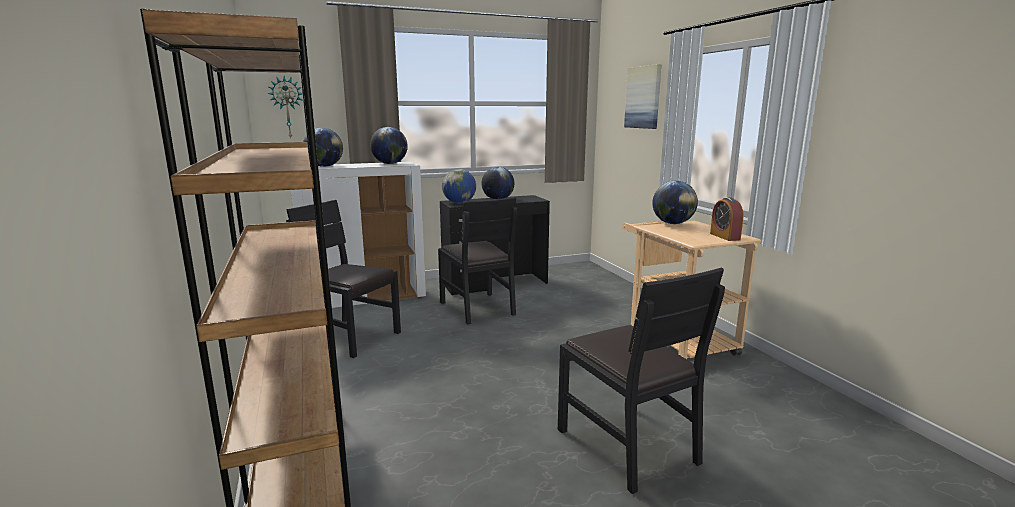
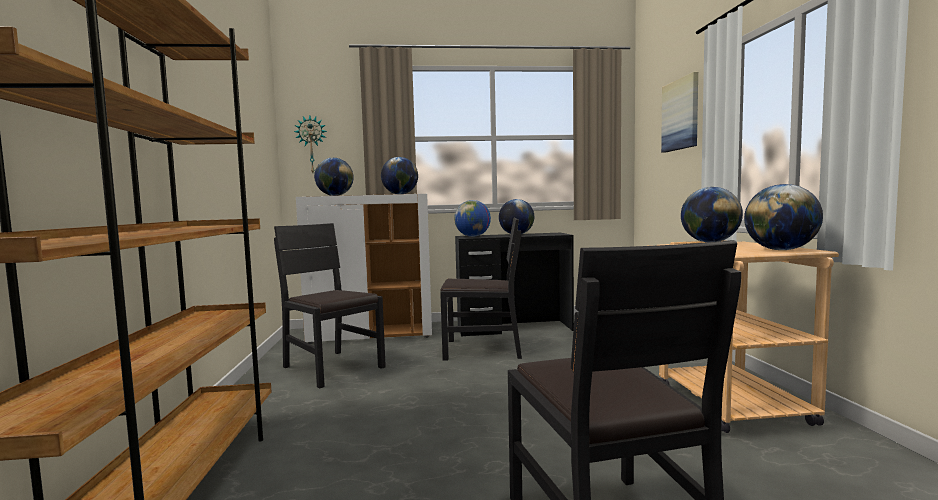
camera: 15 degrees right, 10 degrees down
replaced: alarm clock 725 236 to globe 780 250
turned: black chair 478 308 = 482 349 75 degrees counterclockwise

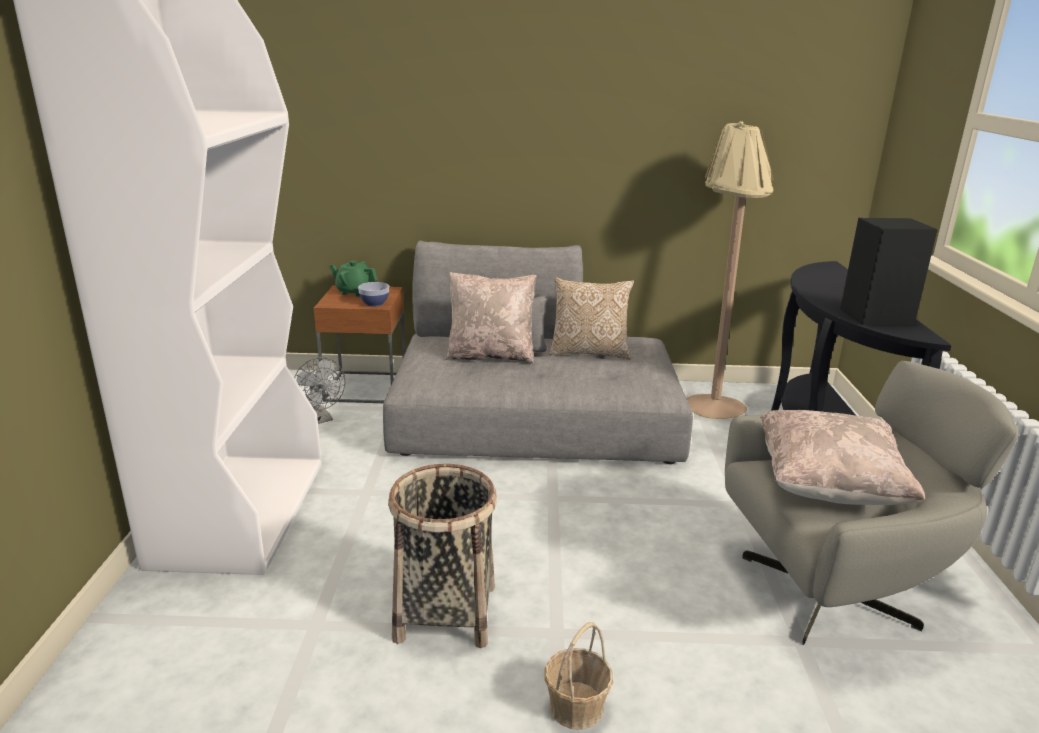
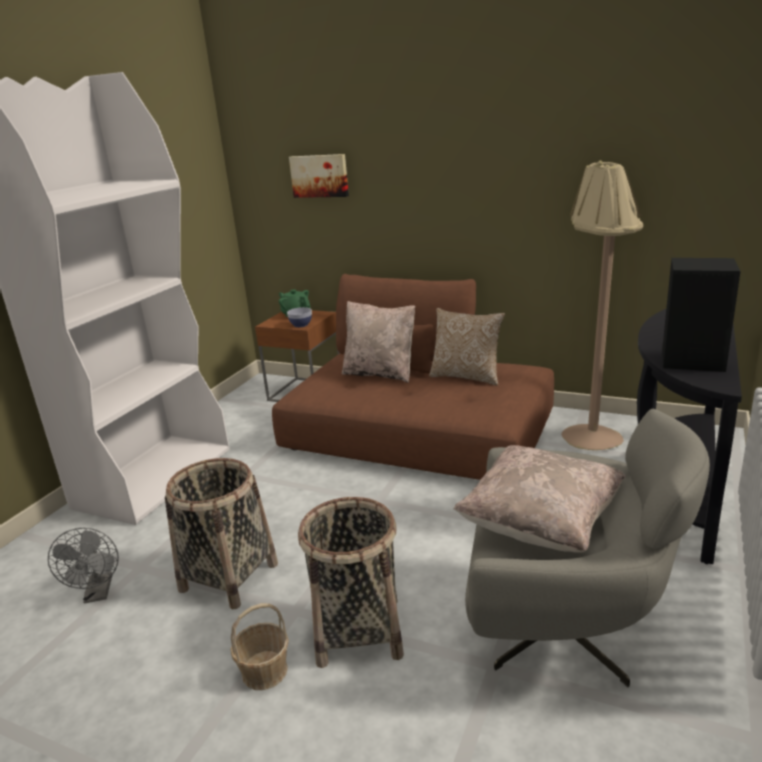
camera: 25 degrees right, 0 degrees up
added: picture 320 176; basket 358 632
moved: grey fan 321 419 to 98 594
recoloured: grey sofa 536 417 to brown sofa 419 430

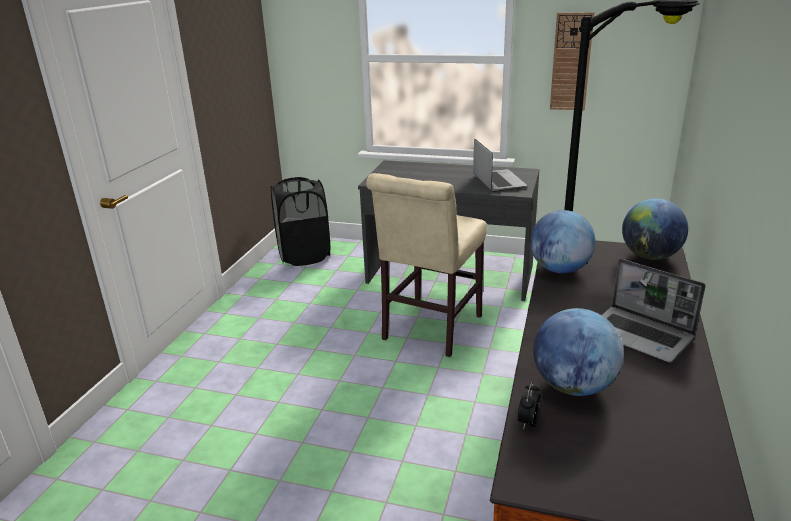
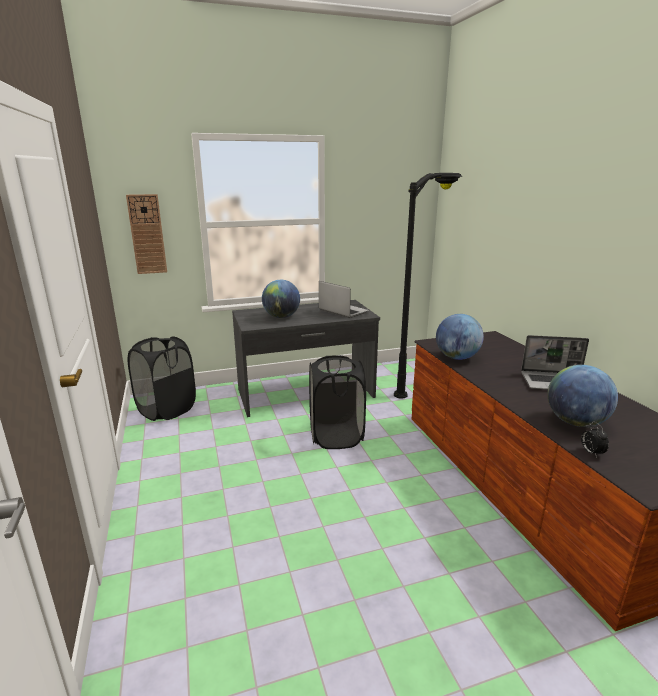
camera: 35 degrees left, 5 degrees down
moved: wall clock 571 62 to 147 234; globe 650 256 to 281 317
replaced: beige chair 429 330 to black laundry basket 336 436

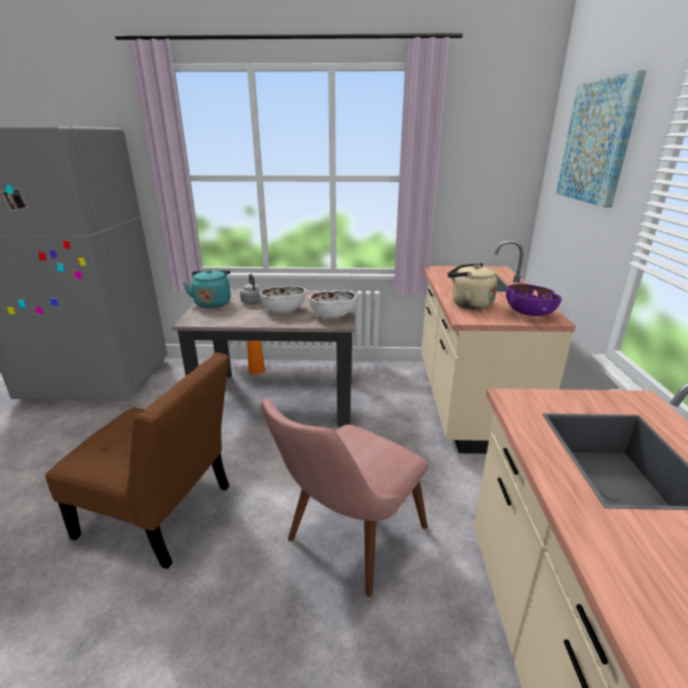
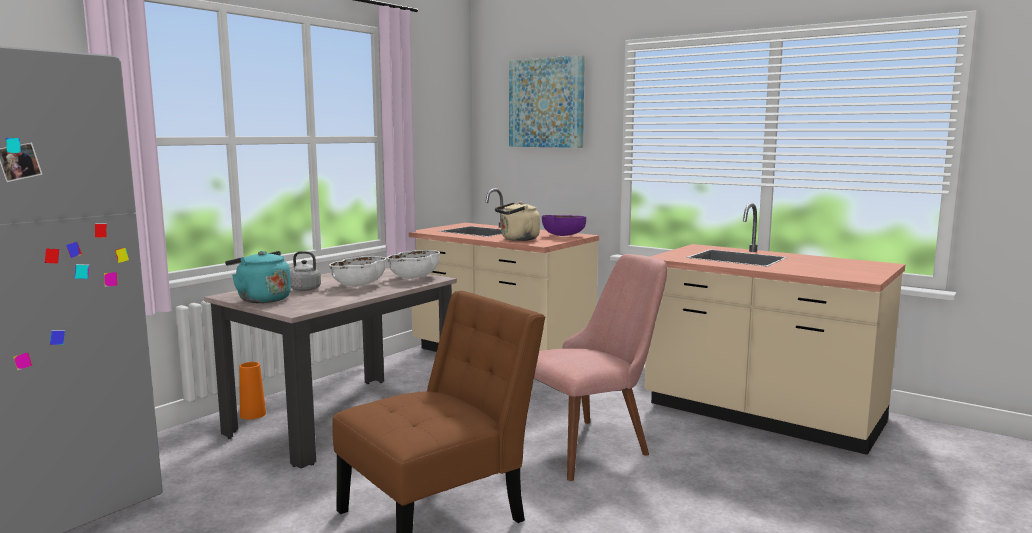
camera: 55 degrees left, 15 degrees down
turned: pink chair 347 543 = 592 443 105 degrees counterclockwise

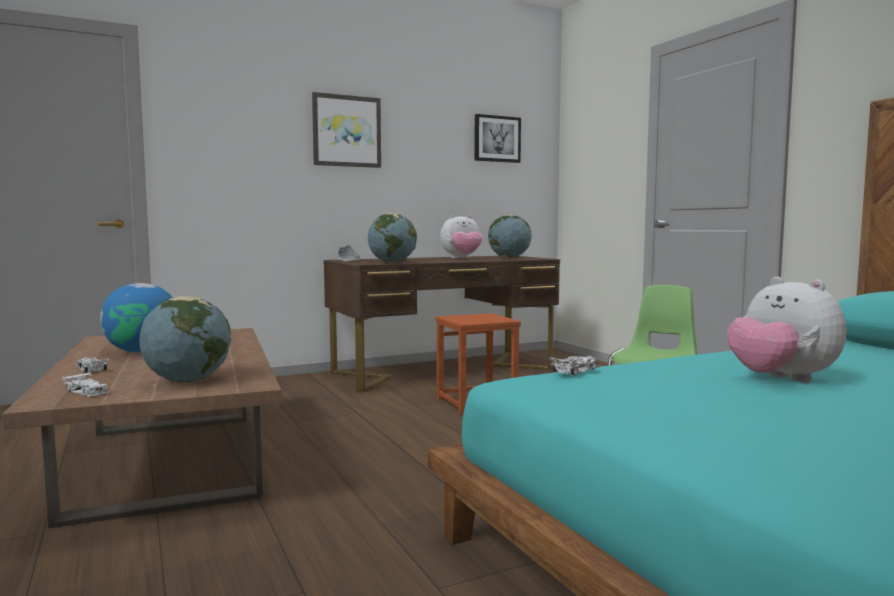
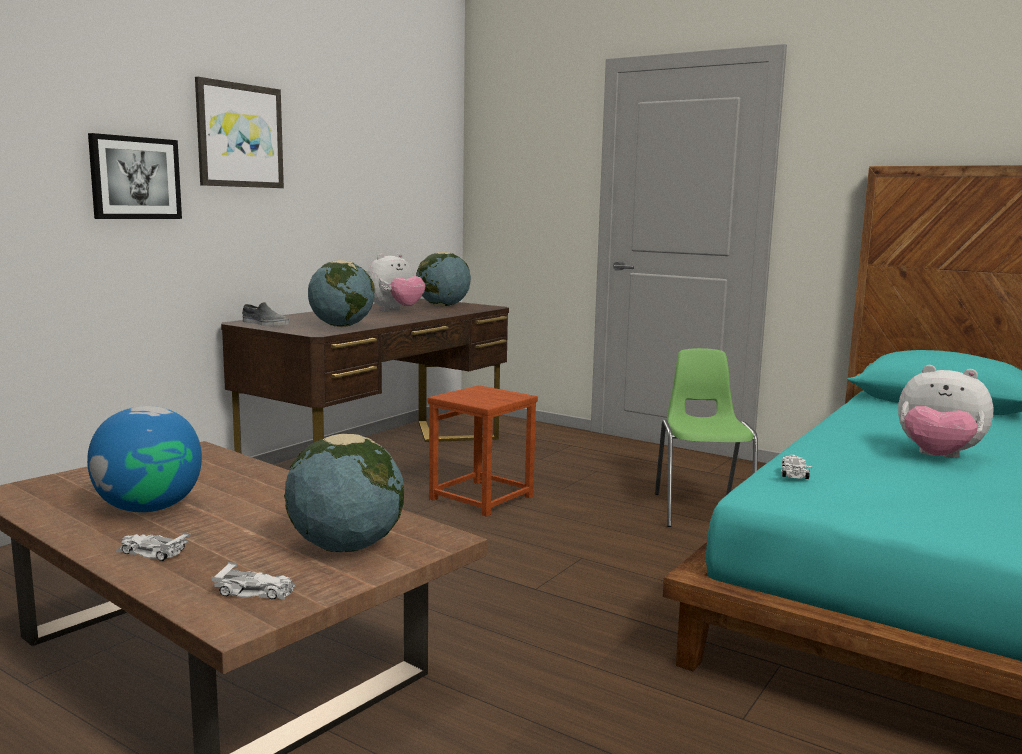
camera: 30 degrees left, 5 degrees up
moved: picture 496 139 to 135 178

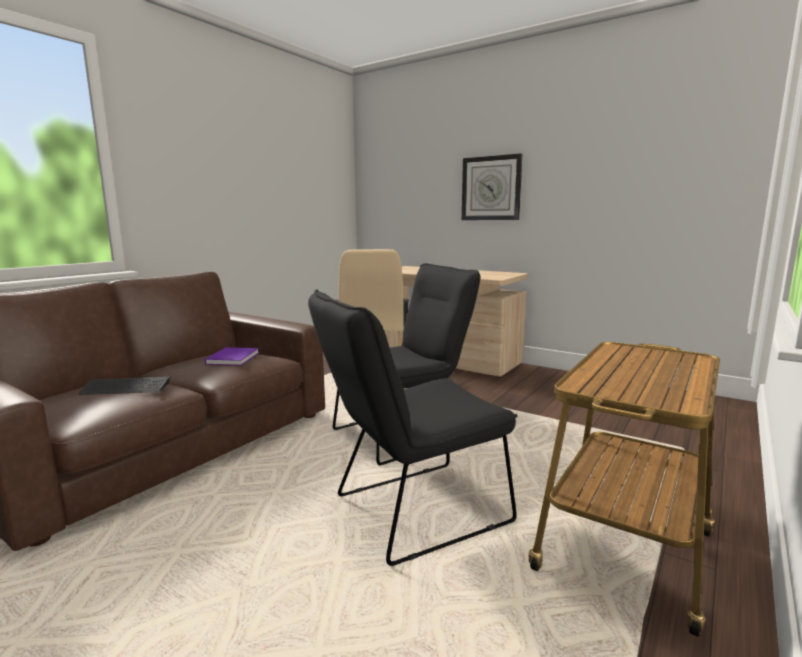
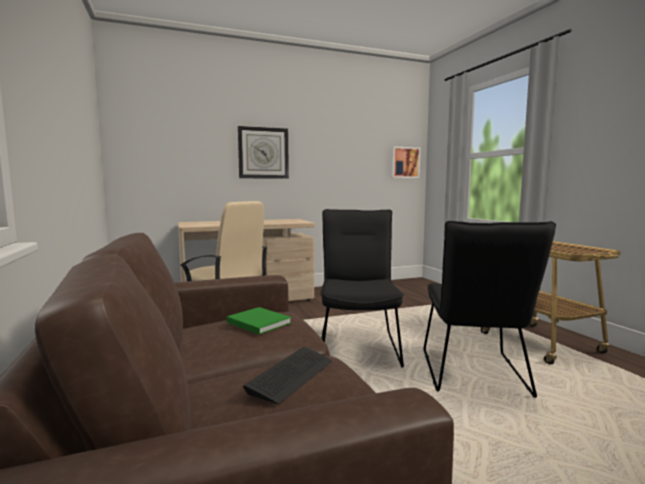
camera: 55 degrees left, 5 degrees down
added: picture 404 162
recoloured: purple book 234 358 to green book 257 322

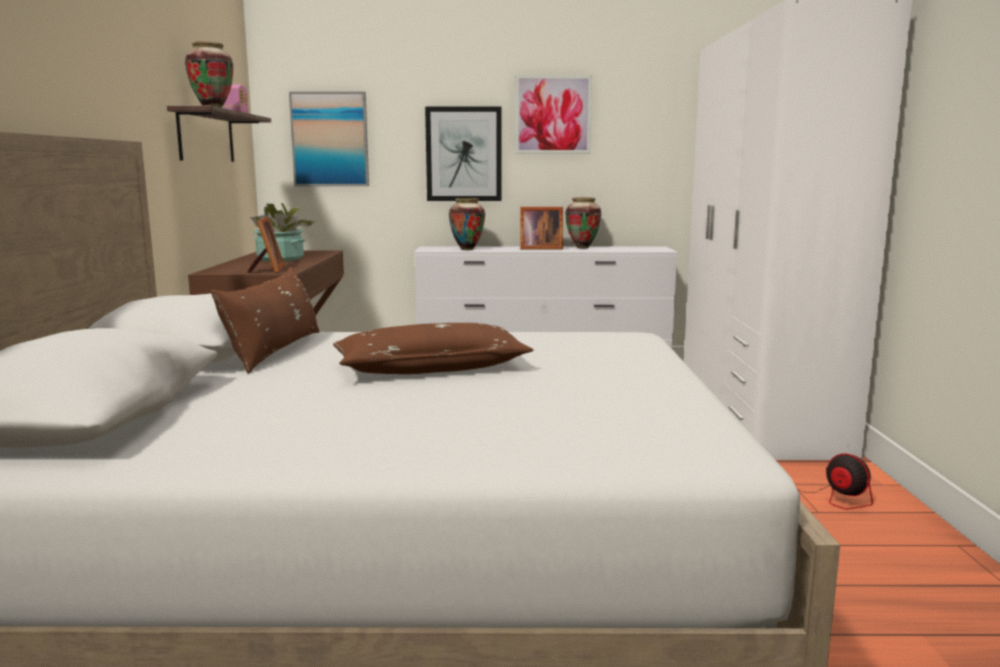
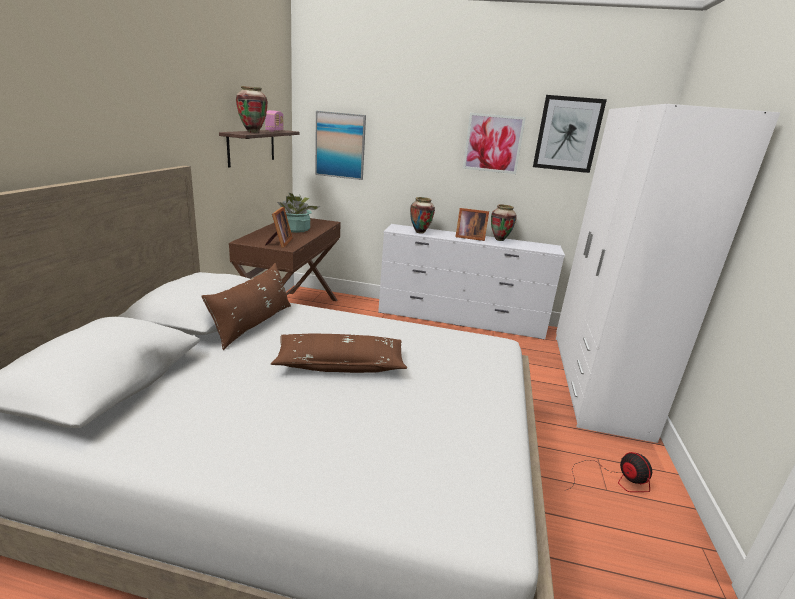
camera: 10 degrees right, 10 degrees up
moved: picture 464 154 to 567 134

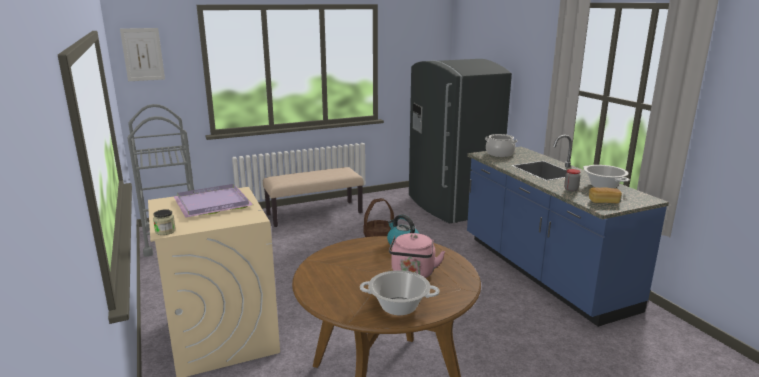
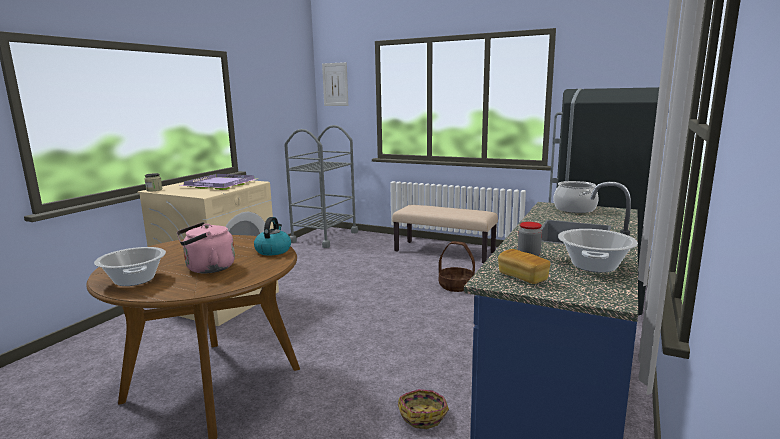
camera: 50 degrees right, 5 degrees down
added: basket 423 415

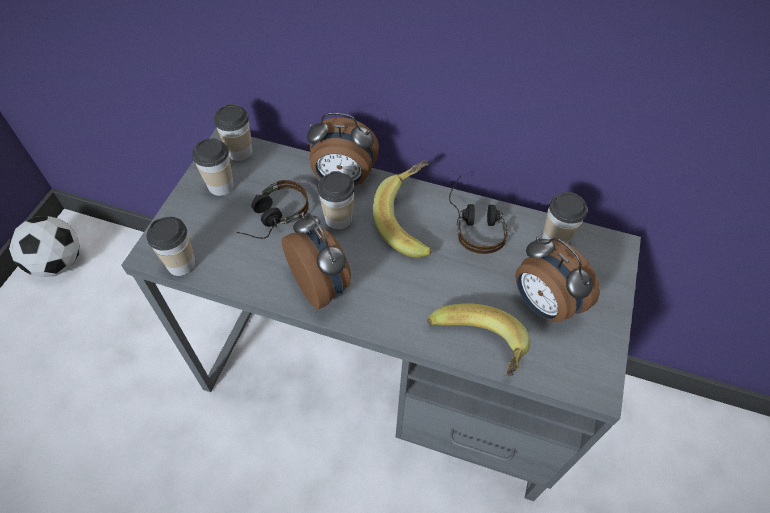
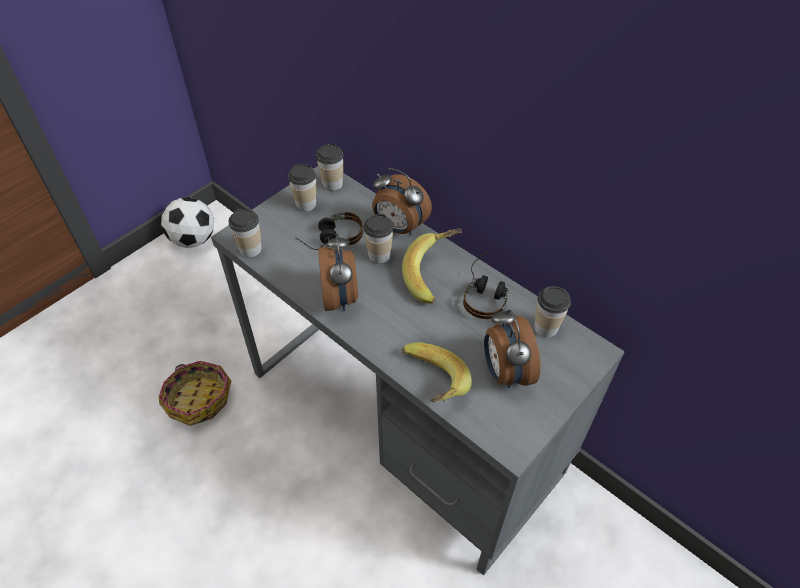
camera: 25 degrees right, 5 degrees down
added: basket 199 398

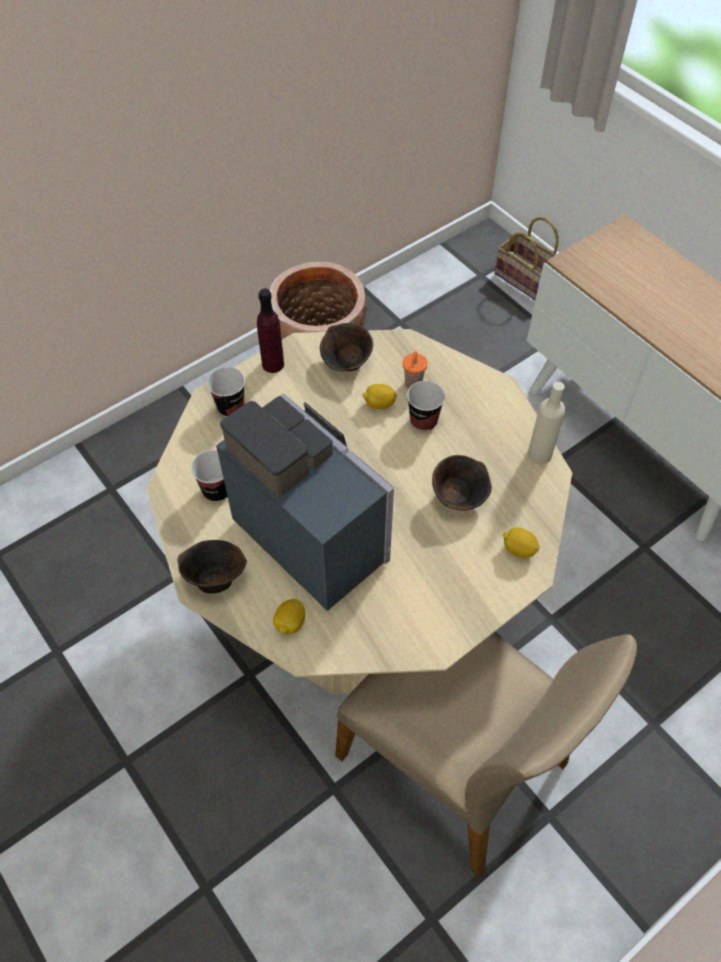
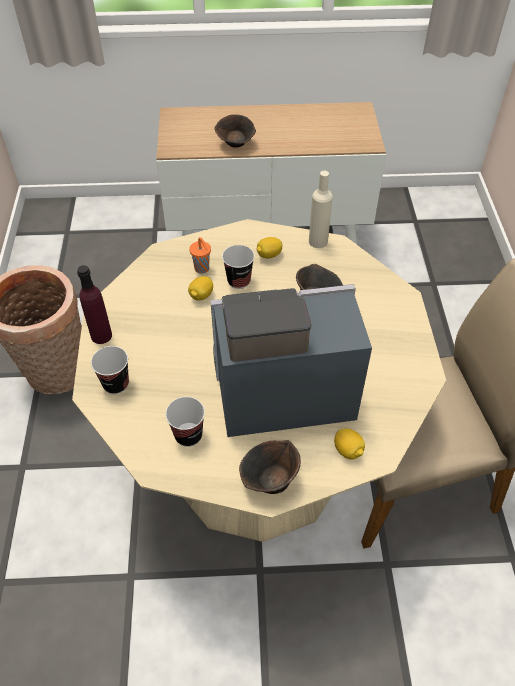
camera: 55 degrees left, 5 degrees down
removed: basket 528 281
moved: brown bowl 347 363 to 236 144; lemon 518 549 to 269 255

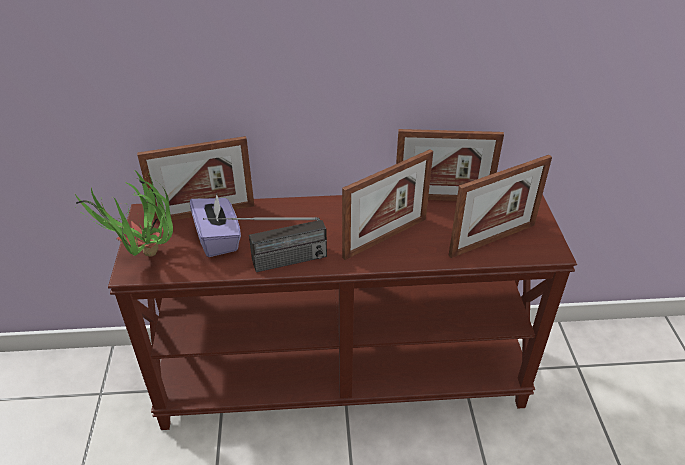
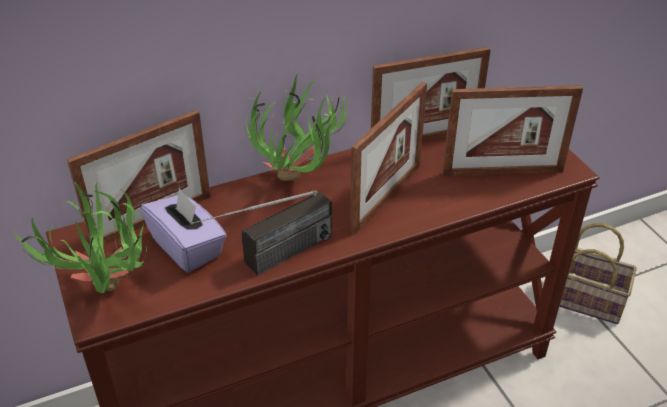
camera: 20 degrees left, 0 degrees up
added: potted plant 299 184; basket 586 299
turned: picture frame 492 240 = 502 172 45 degrees clockwise

